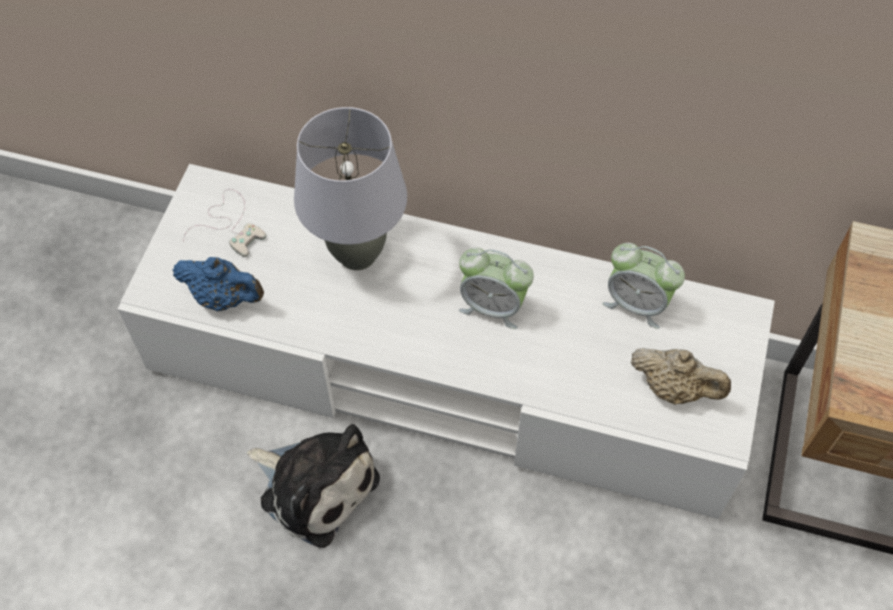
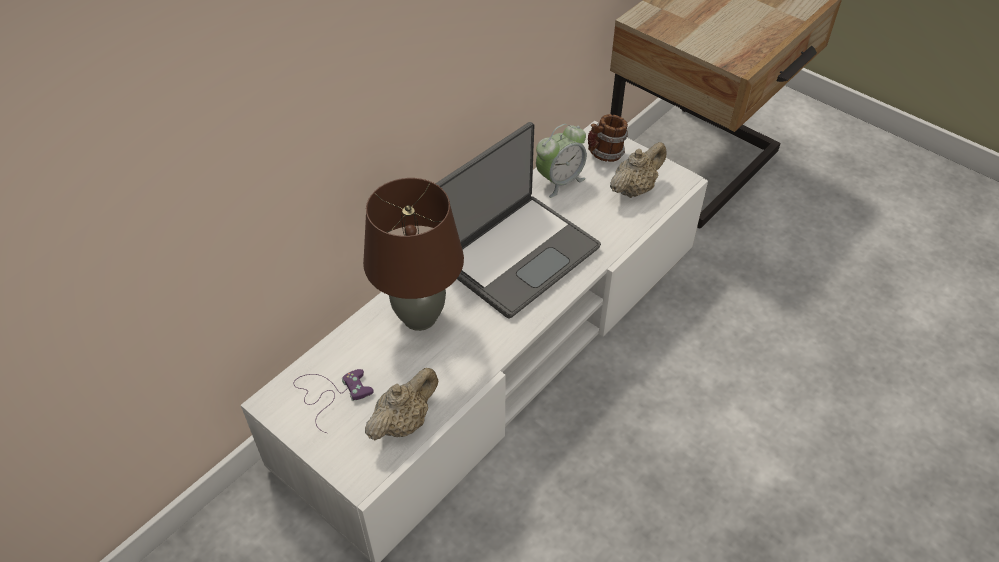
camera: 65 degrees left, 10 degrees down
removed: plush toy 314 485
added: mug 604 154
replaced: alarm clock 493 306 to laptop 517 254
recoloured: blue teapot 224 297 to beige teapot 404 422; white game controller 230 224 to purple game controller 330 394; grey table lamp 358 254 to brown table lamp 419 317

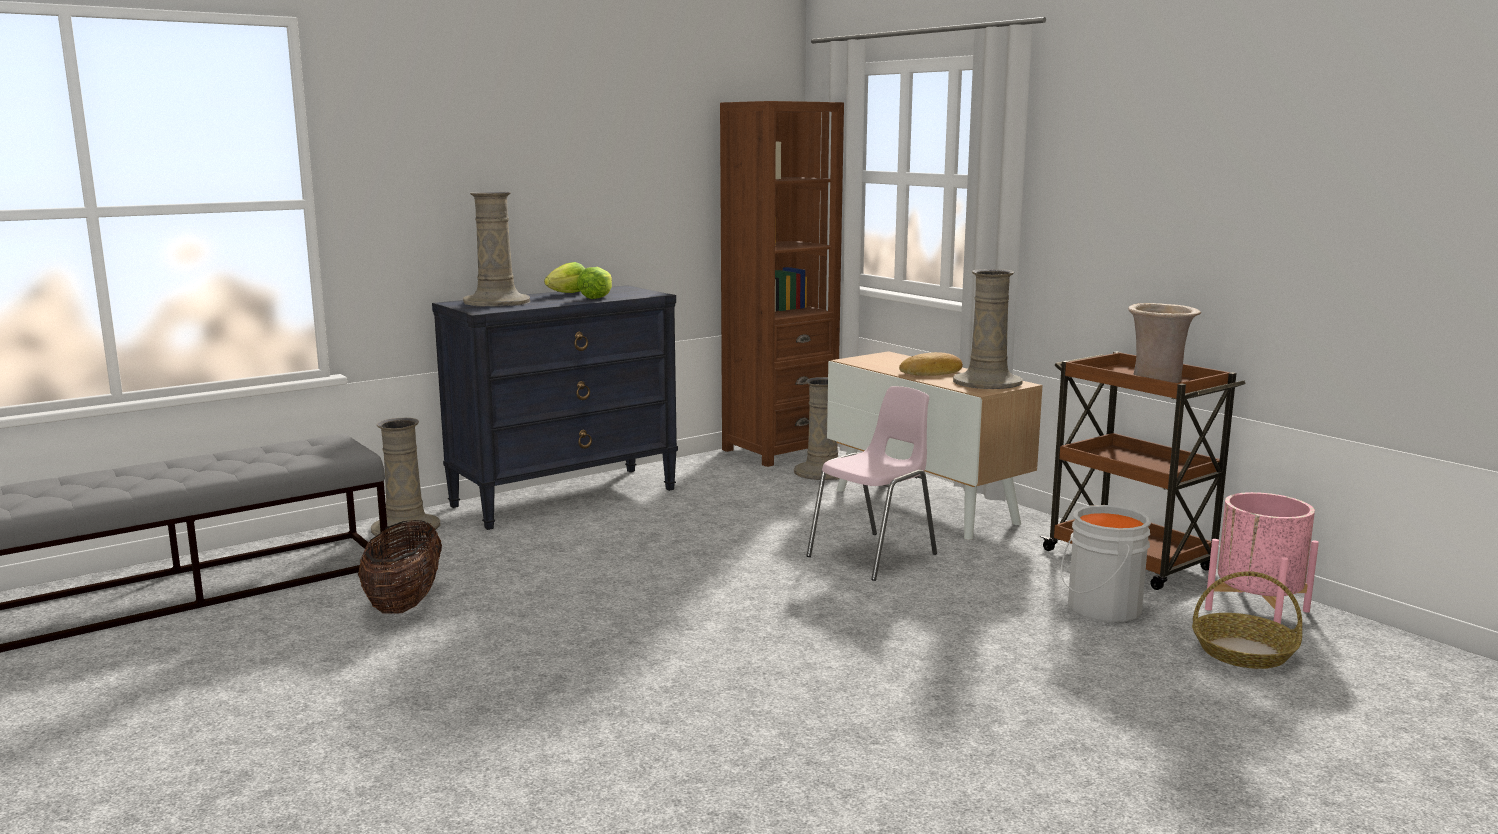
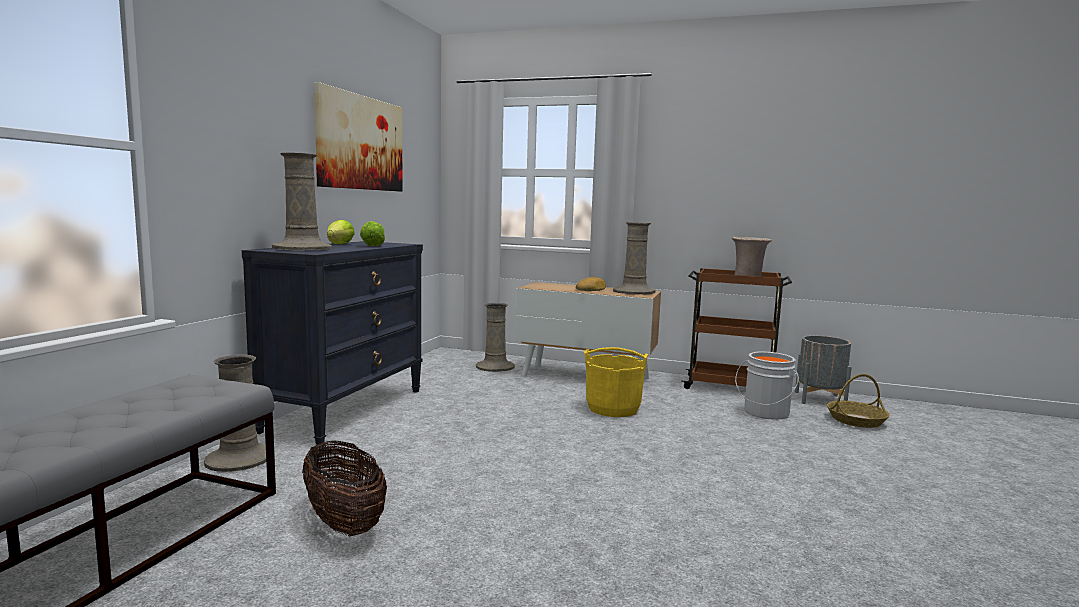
camera: 35 degrees left, 5 degrees down
removed: brown bookcase 779 450
added: picture 361 143
replaced: pink chair 874 556 to yellow bucket 613 408
recoloured: pink planter 1257 610 to grey planter 819 399

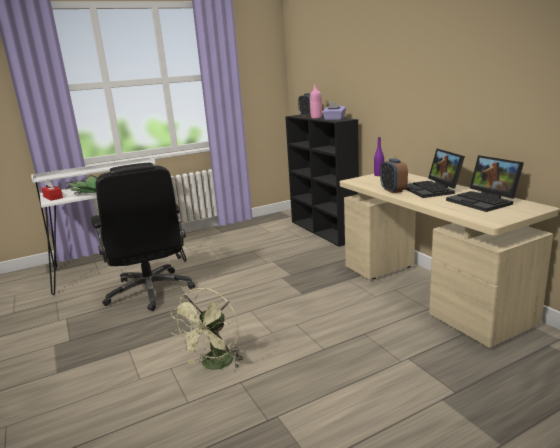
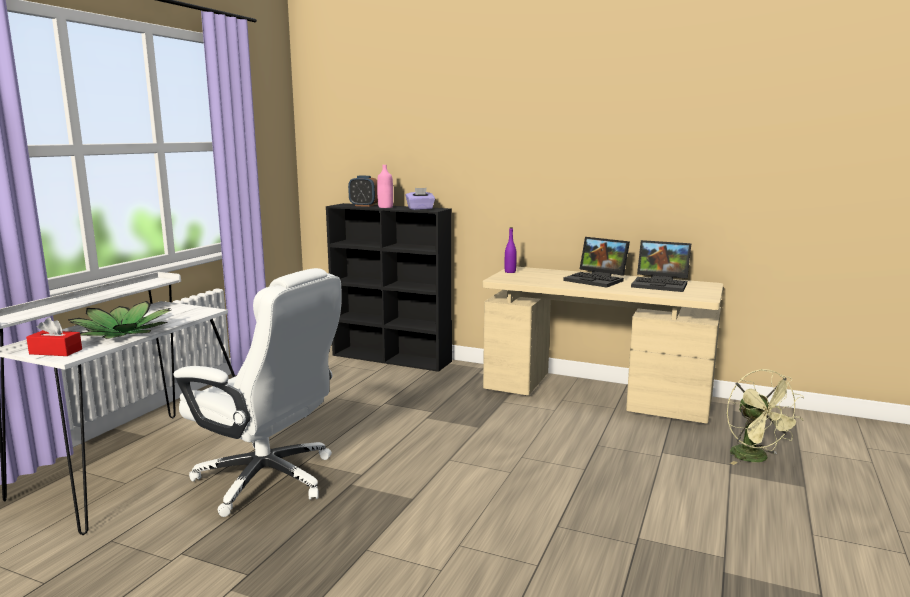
camera: 40 degrees left, 5 degrees down
removed: alarm clock 393 190
moved: green fan 214 365 to 755 458
recoloured: black office chair 150 291 to white office chair 268 479

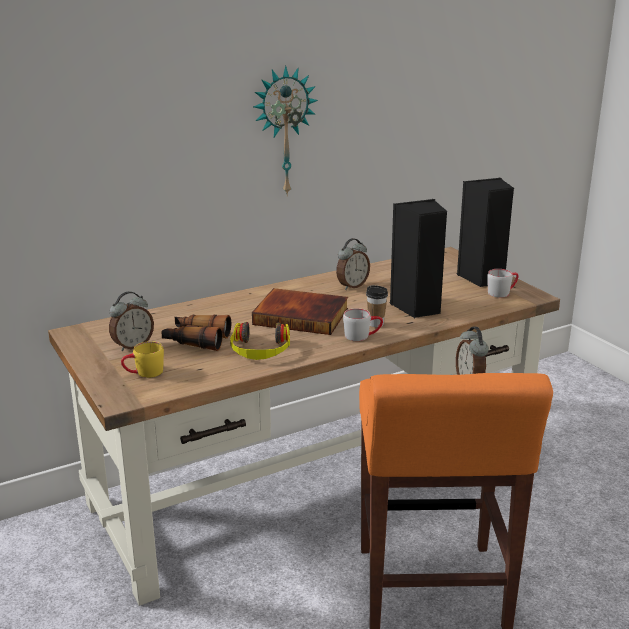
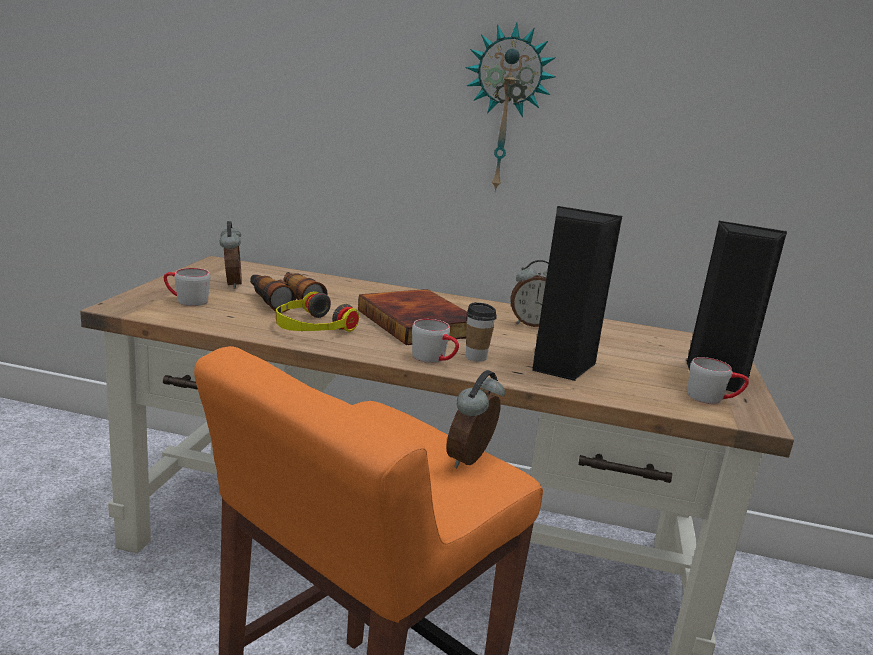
camera: 40 degrees right, 5 degrees down
recoloured: yellow mug 143 373 to grey mug 185 300
turned: alarm clock 132 346 = 230 284 105 degrees counterclockwise

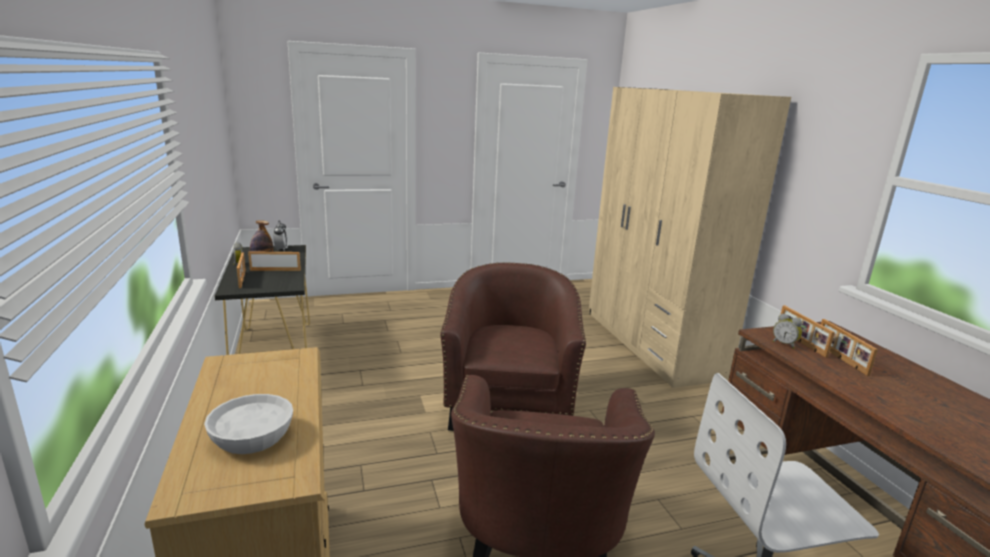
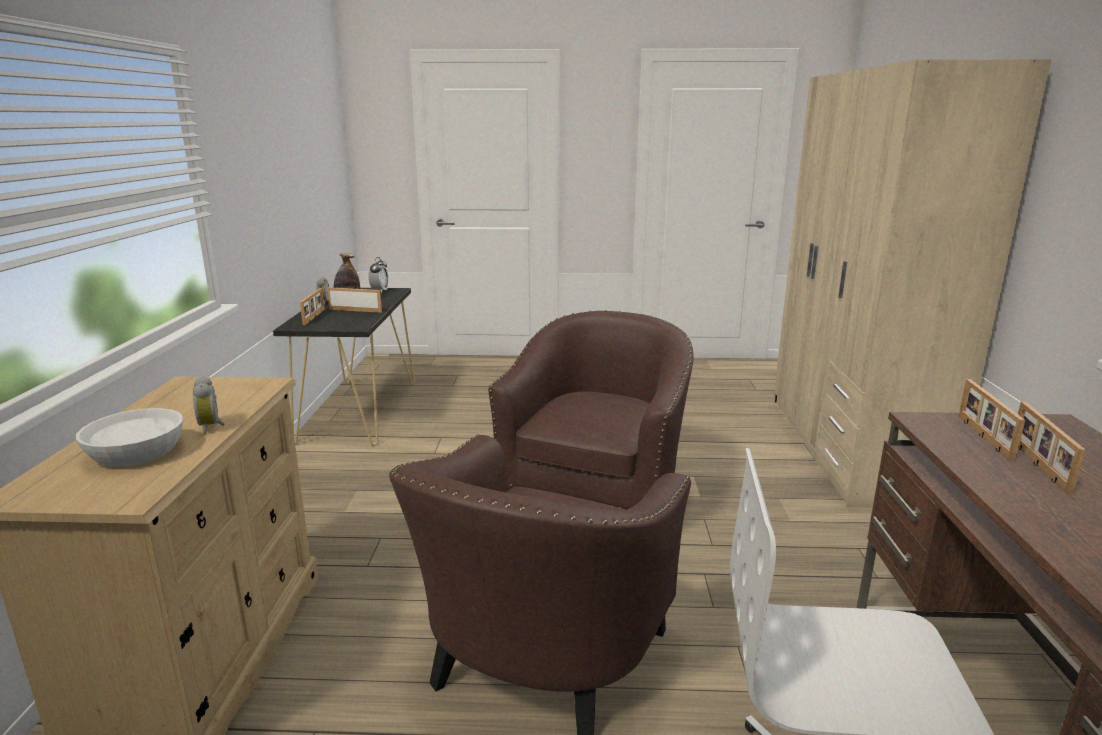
camera: 20 degrees right, 0 degrees up
moved: alarm clock 784 344 to 212 427

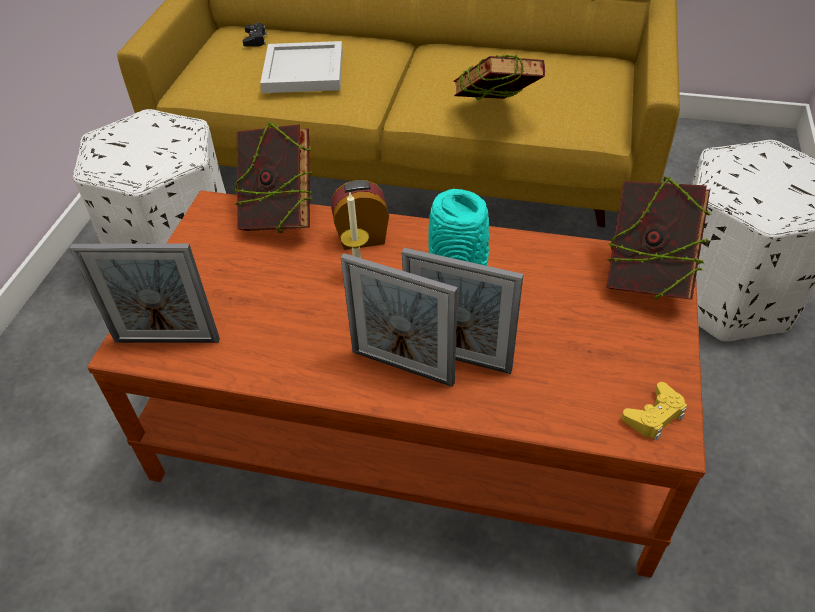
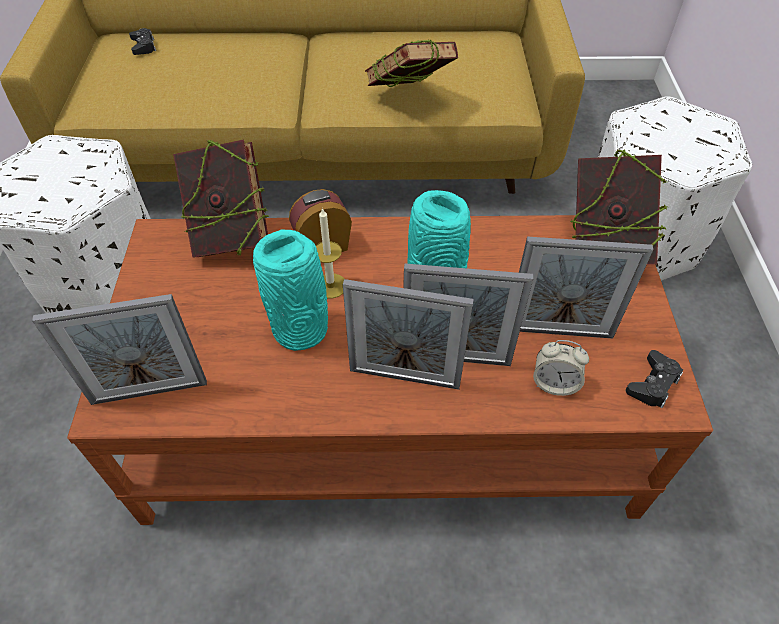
camera: 15 degrees left, 5 degrees up
removed: white tray 302 72
added: turquoise vase 302 330; picture frame 559 332; alarm clock 554 383
recoloured: yellow game controller 654 416 to black game controller 653 384

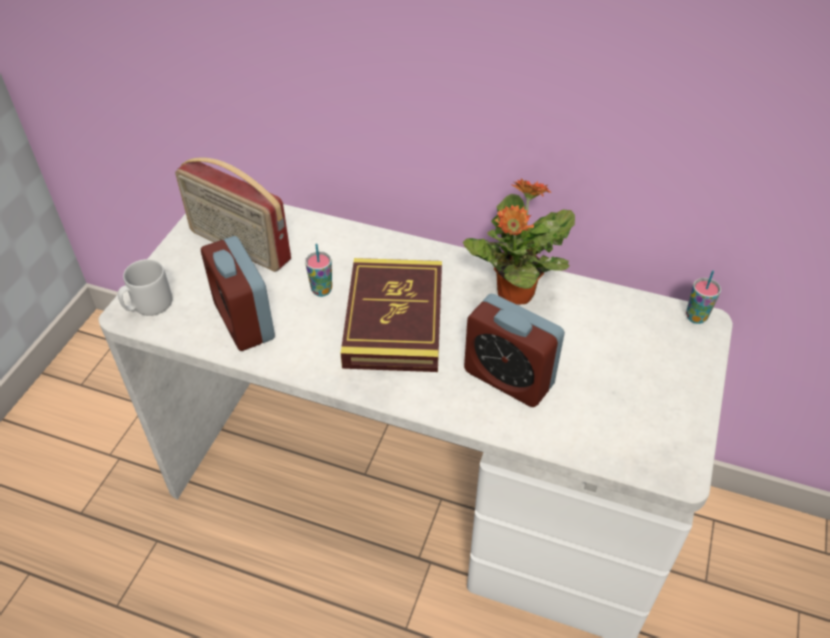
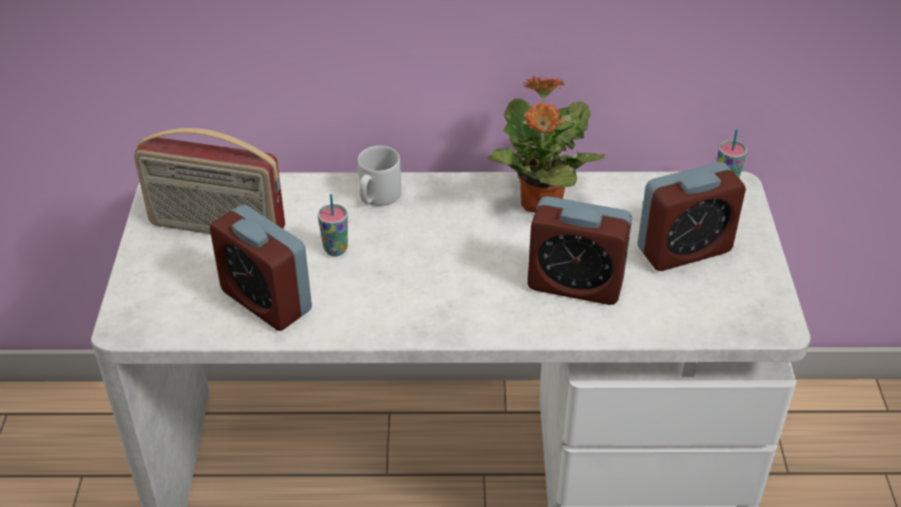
camera: 20 degrees left, 5 degrees down
removed: book 394 320
added: alarm clock 684 250
moved: grey mug 148 305 to 377 197

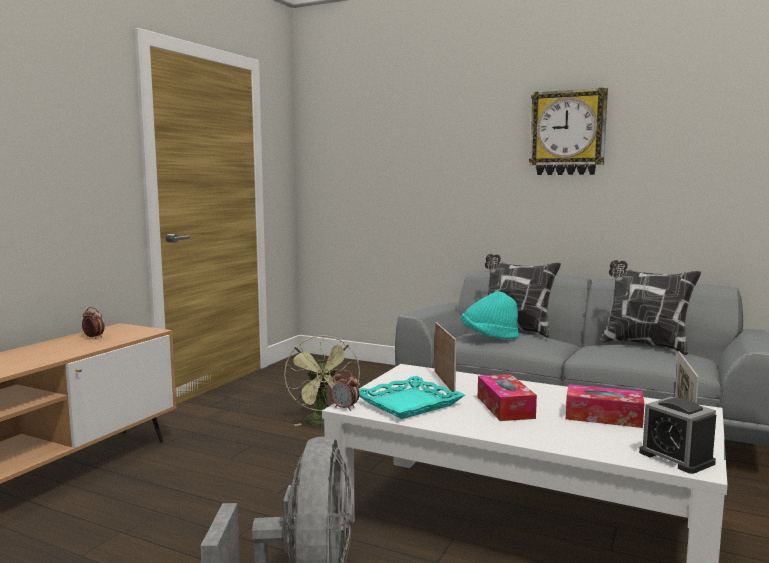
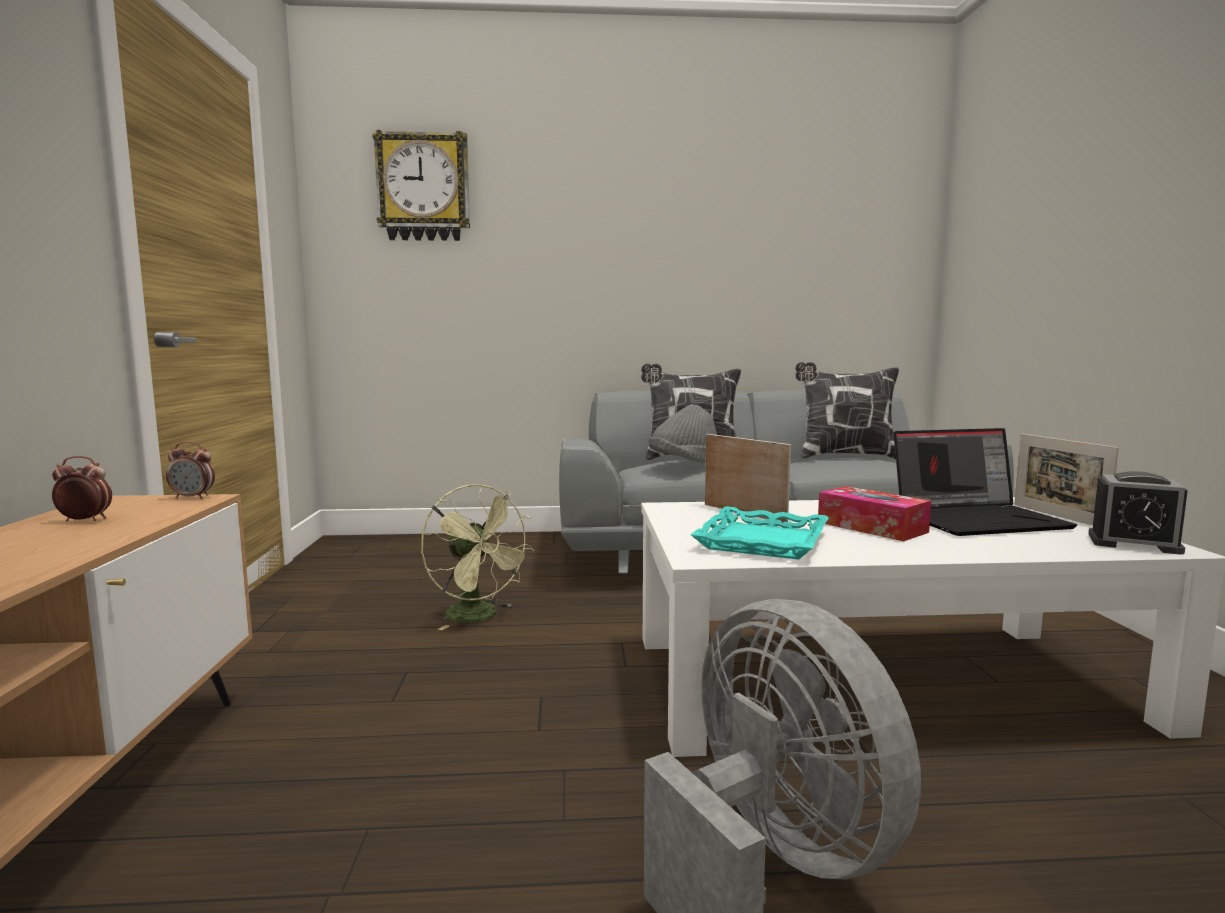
camera: 30 degrees left, 0 degrees up
moved: alarm clock 345 408 to 193 497; wall clock 568 133 to 423 188
replaced: tissue box 603 417 to laptop 978 520
recoloured: turquoise hat 489 336 to grey hat 683 464

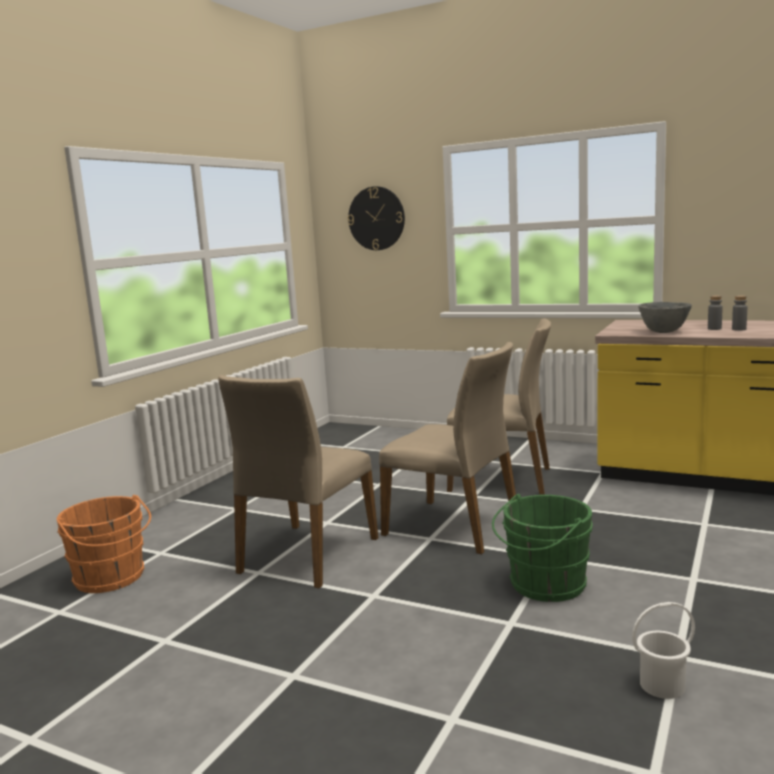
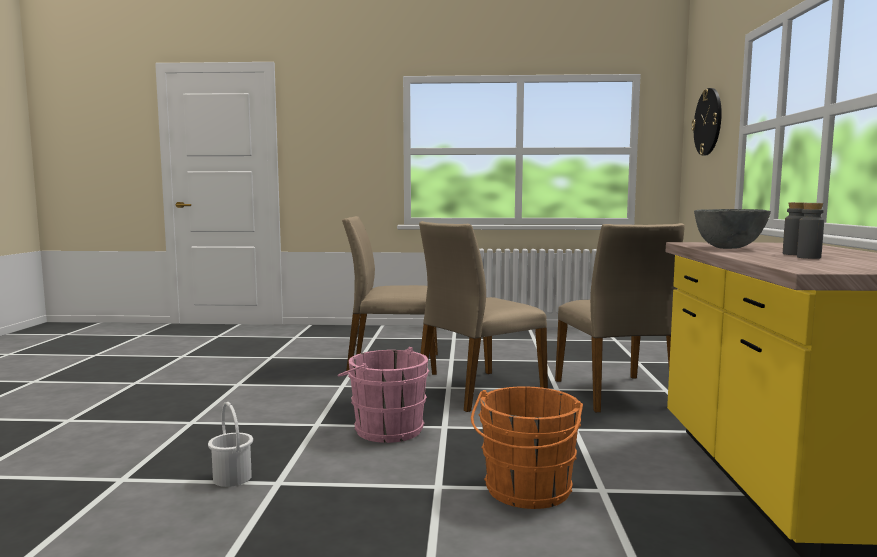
camera: 65 degrees right, 5 degrees down
moved: orange bucket 111 579 to 526 491
recoloured: green bucket 544 585 to pink bucket 385 429
turned: beige chair 453 526 = 478 391 45 degrees clockwise

